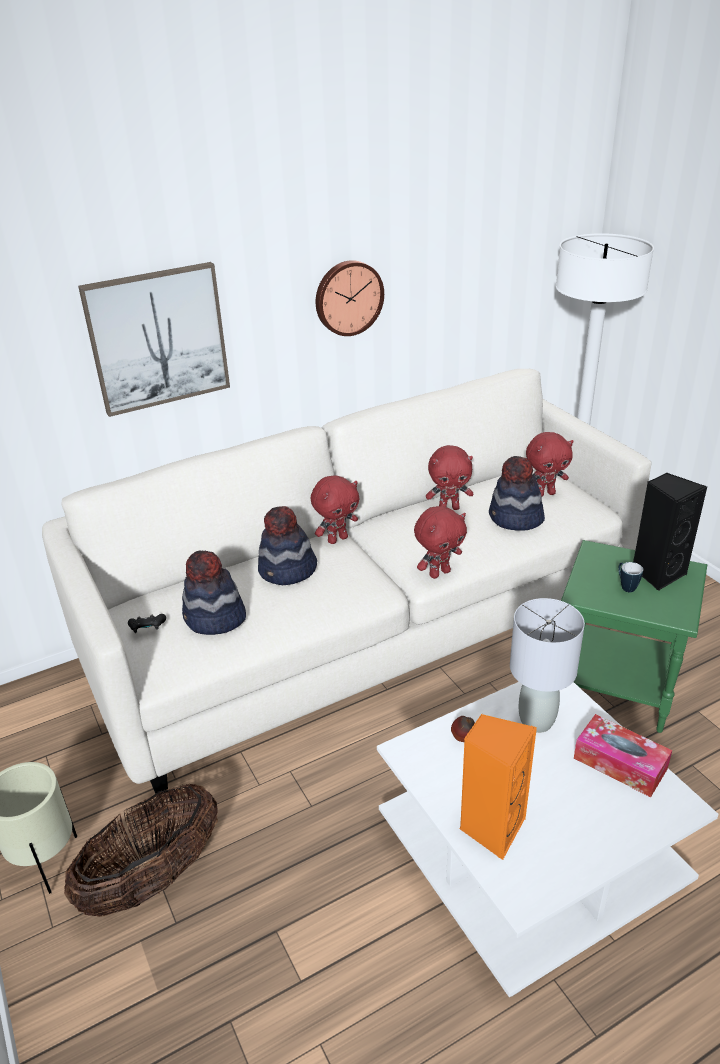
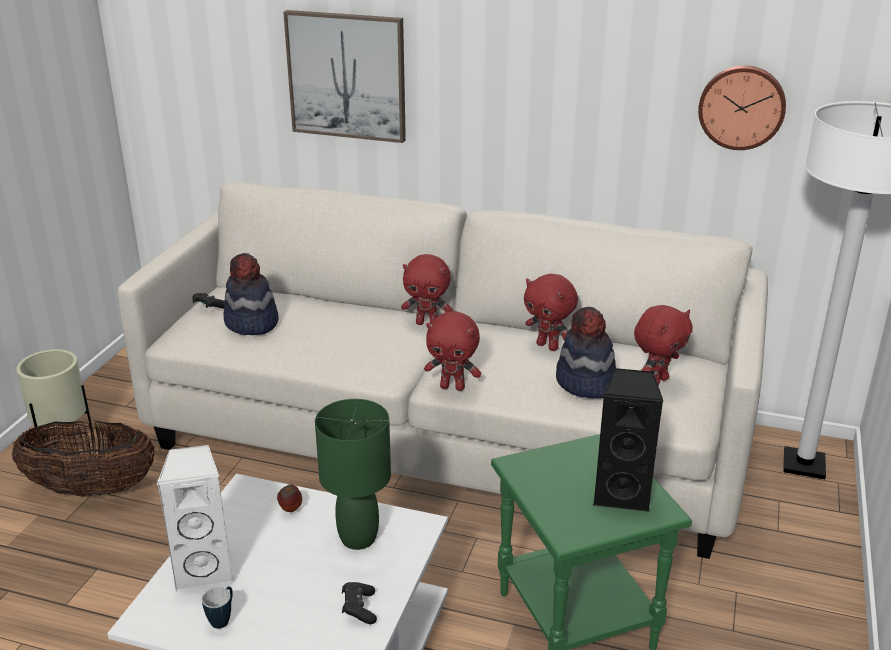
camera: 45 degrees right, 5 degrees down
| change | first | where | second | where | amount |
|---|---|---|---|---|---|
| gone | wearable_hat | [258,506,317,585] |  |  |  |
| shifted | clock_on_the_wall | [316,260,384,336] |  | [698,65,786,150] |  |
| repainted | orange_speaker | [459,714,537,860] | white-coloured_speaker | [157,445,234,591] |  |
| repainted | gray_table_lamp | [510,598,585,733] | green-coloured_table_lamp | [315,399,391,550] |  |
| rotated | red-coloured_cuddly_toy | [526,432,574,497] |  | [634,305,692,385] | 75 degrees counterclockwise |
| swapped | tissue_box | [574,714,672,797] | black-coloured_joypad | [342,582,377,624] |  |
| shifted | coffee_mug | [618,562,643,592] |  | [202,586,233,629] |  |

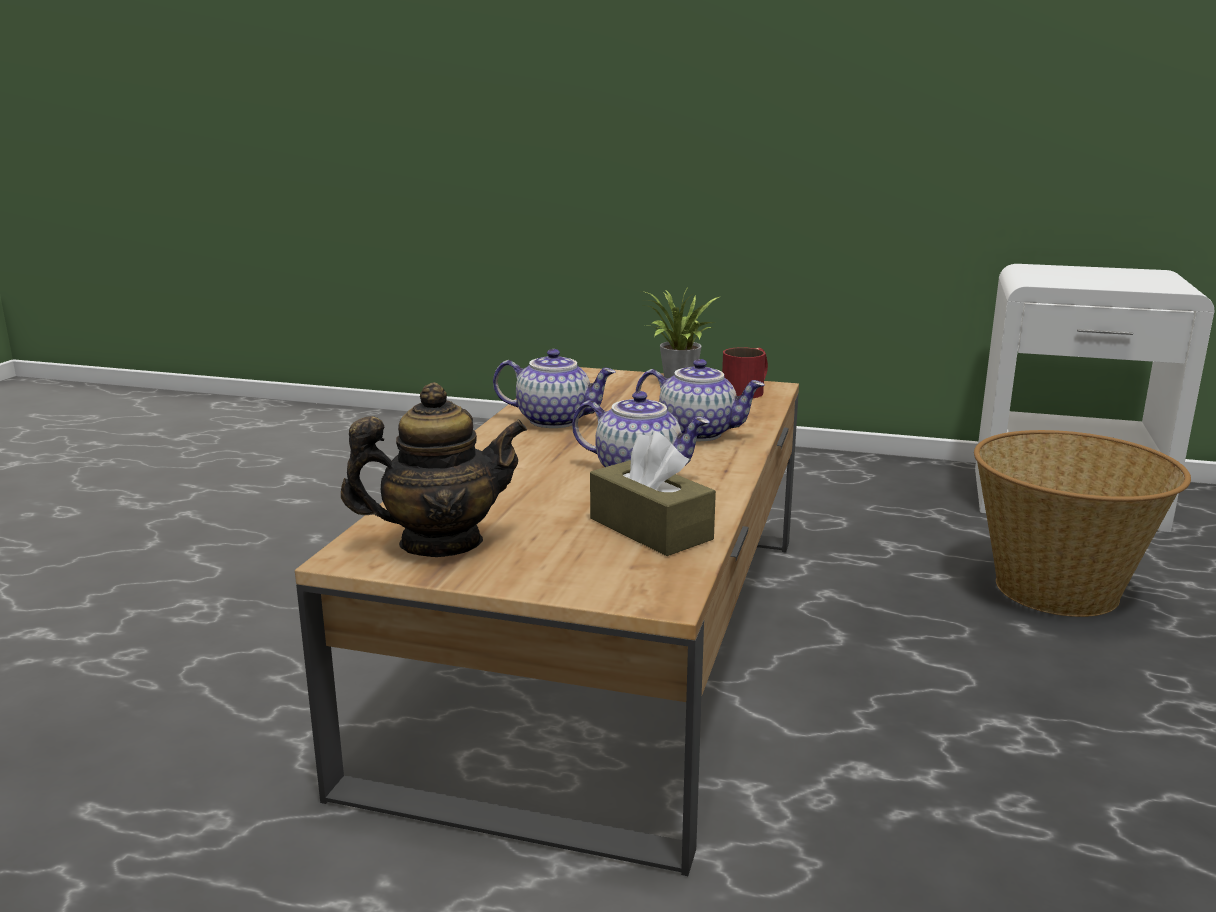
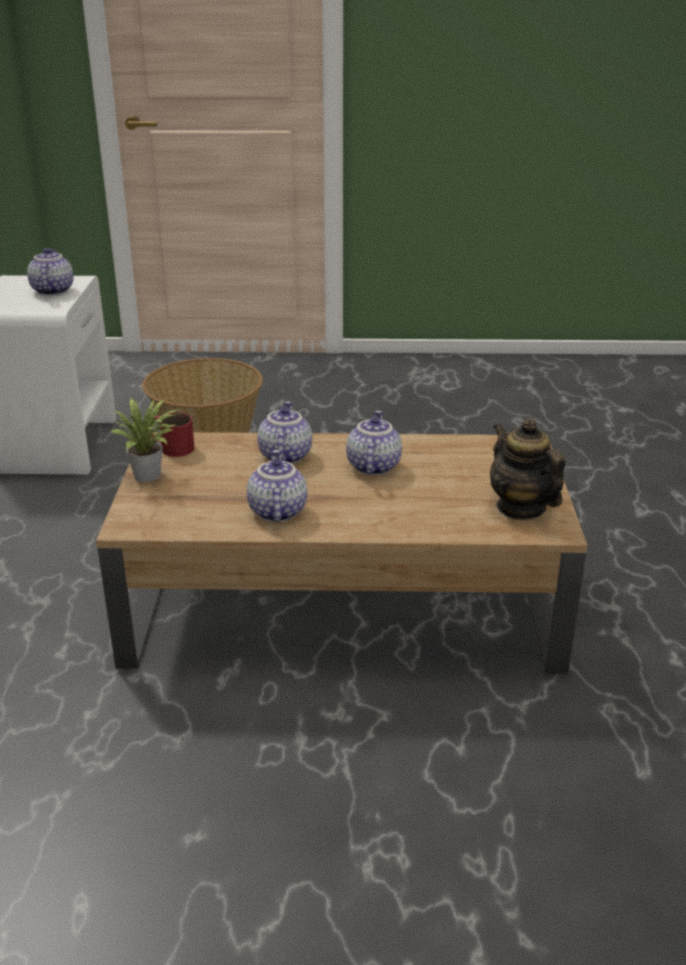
camera: 105 degrees left, 10 degrees up
| change | first | where | second | where | amount |
|---|---|---|---|---|---|
| gone | brownish_tissue_box | [590,431,716,556] |  |  |  |
| new |  |  | tea_pot | [27,248,74,296] |  |

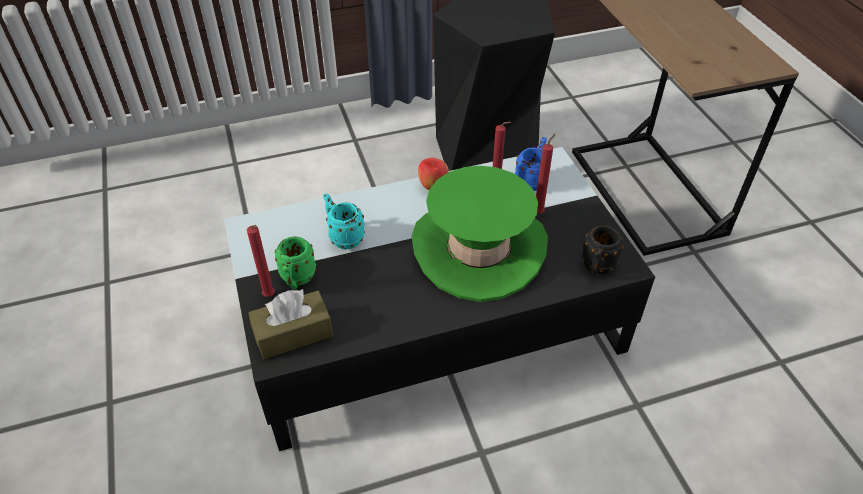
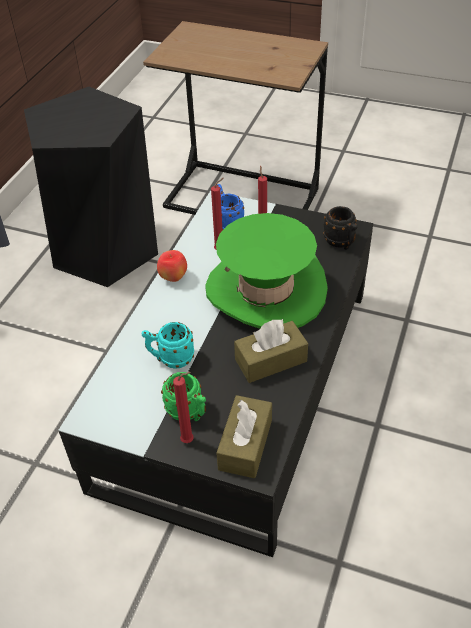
camera: 50 degrees left, 0 degrees up
| change | first | where | second | where | amount |
|---|---|---|---|---|---|
| new |  |  | brownish_tissue_box | [234,319,308,383] |  |

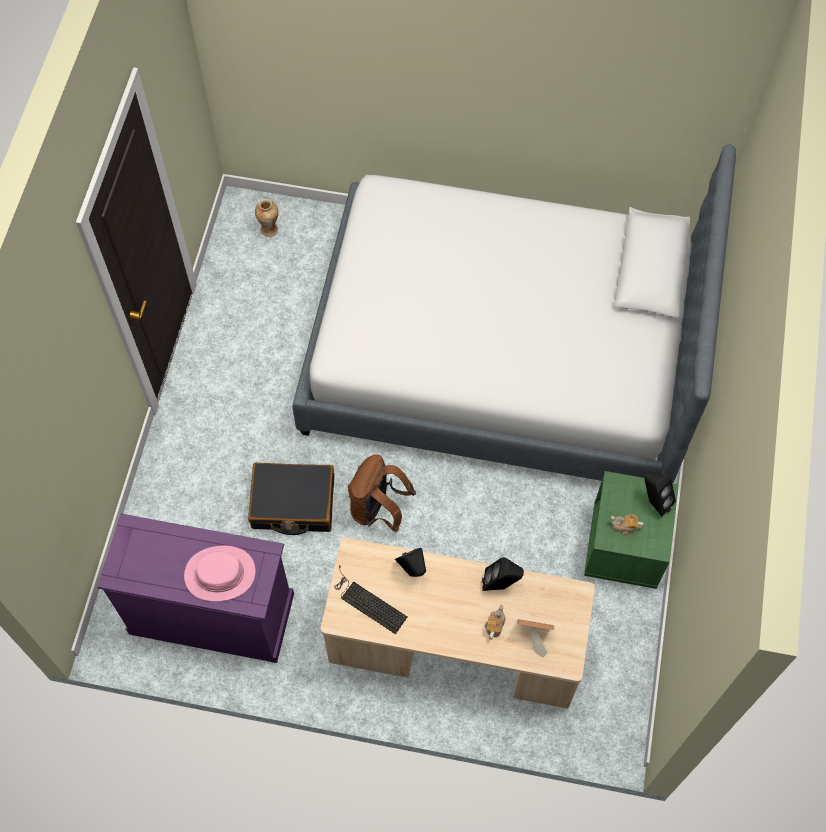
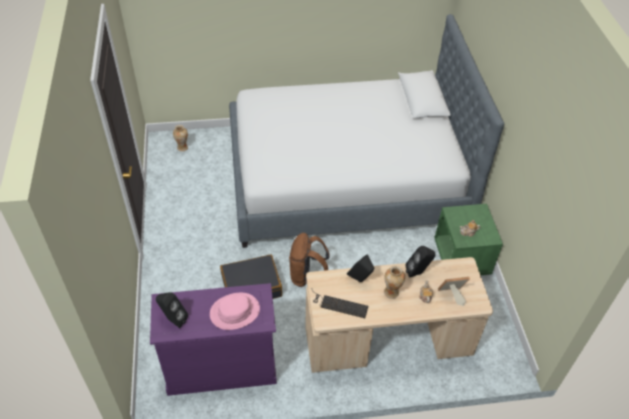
camera: 20 degrees left, 15 degrees down
| change | first | where | second | where | amount |
|---|---|---|---|---|---|
| shifted | black-coloured_speaker | [644,472,676,517] |  | [156,292,188,328] |  |
| new |  |  | vase | [384,265,405,299] |  |

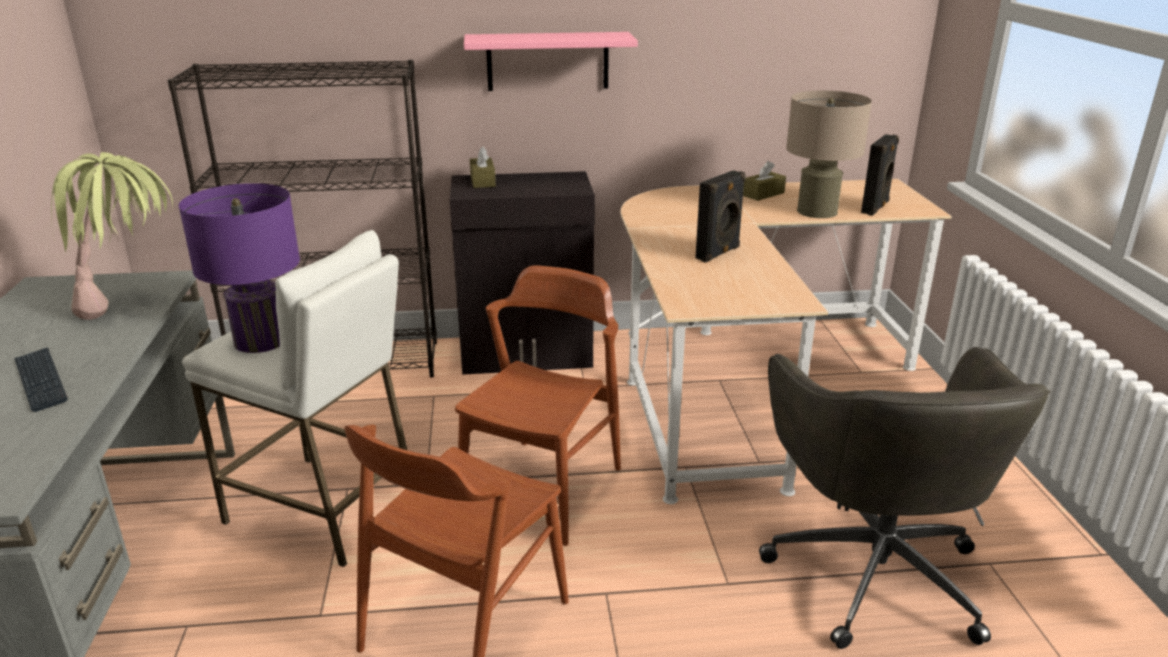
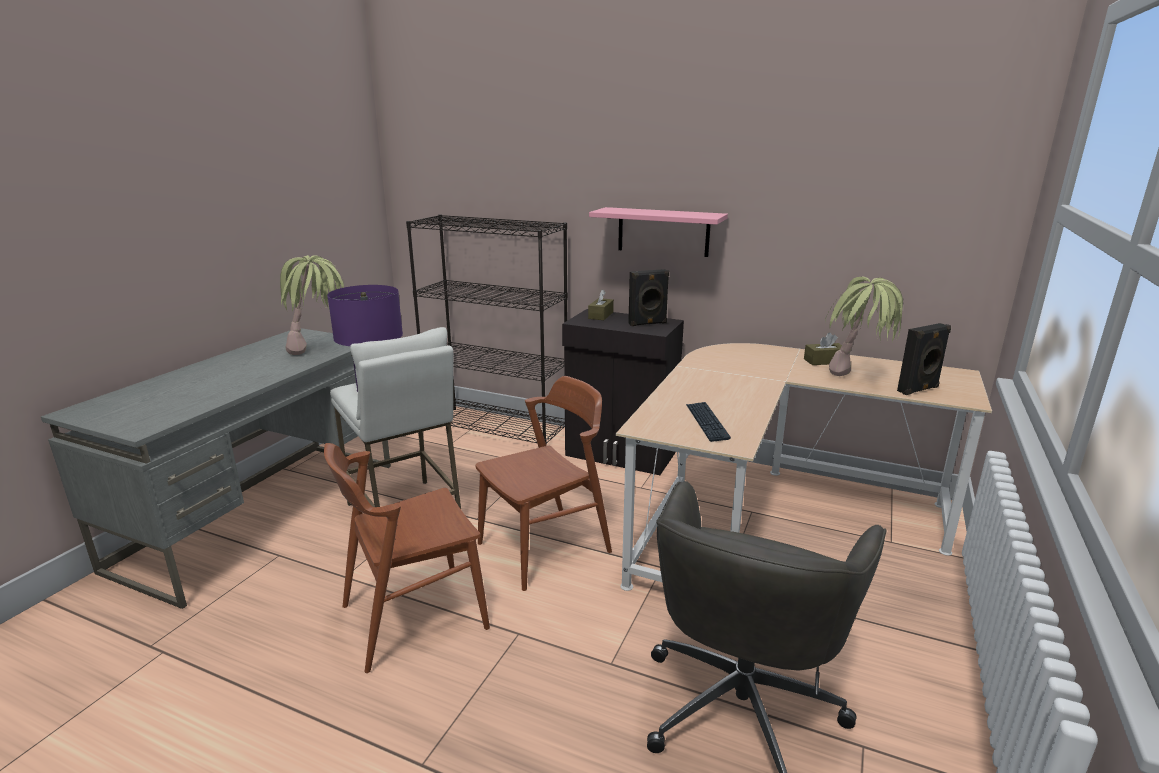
camera: 30 degrees right, 5 degrees down
| change | first | where | second | where | amount |
|---|---|---|---|---|---|
| shifted | computer_keyboard | [14,347,68,412] |  | [686,402,731,442] |  |
| shifted | black-coloured_speaker | [695,170,746,263] |  | [628,269,669,326] |  |
| swapped | beige_table_lamp | [786,91,872,218] | plant_in_a_pot | [826,277,903,376] |  |

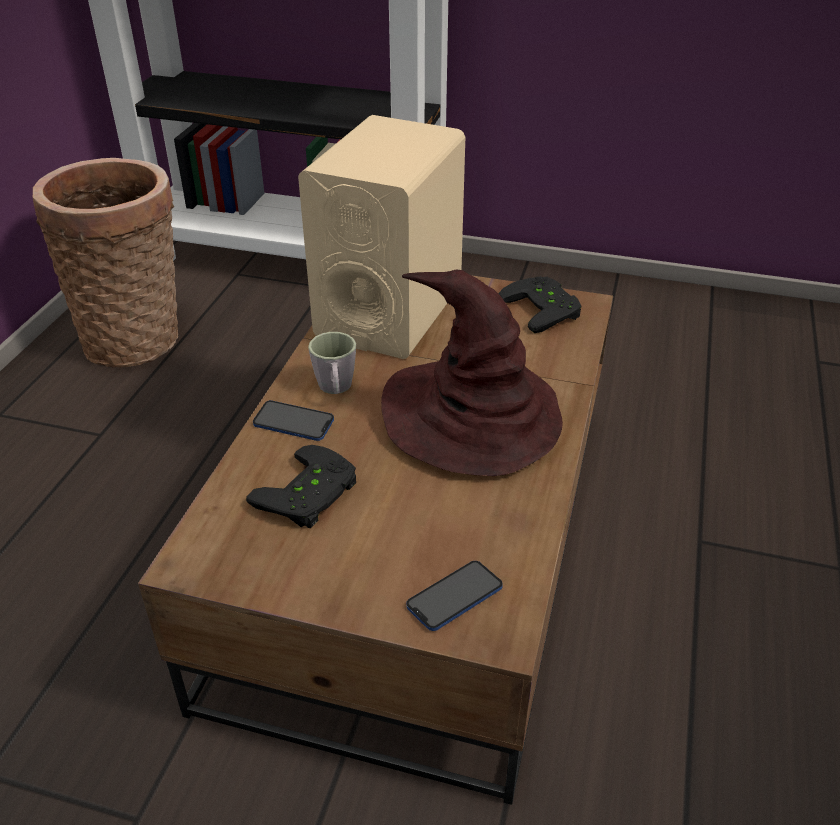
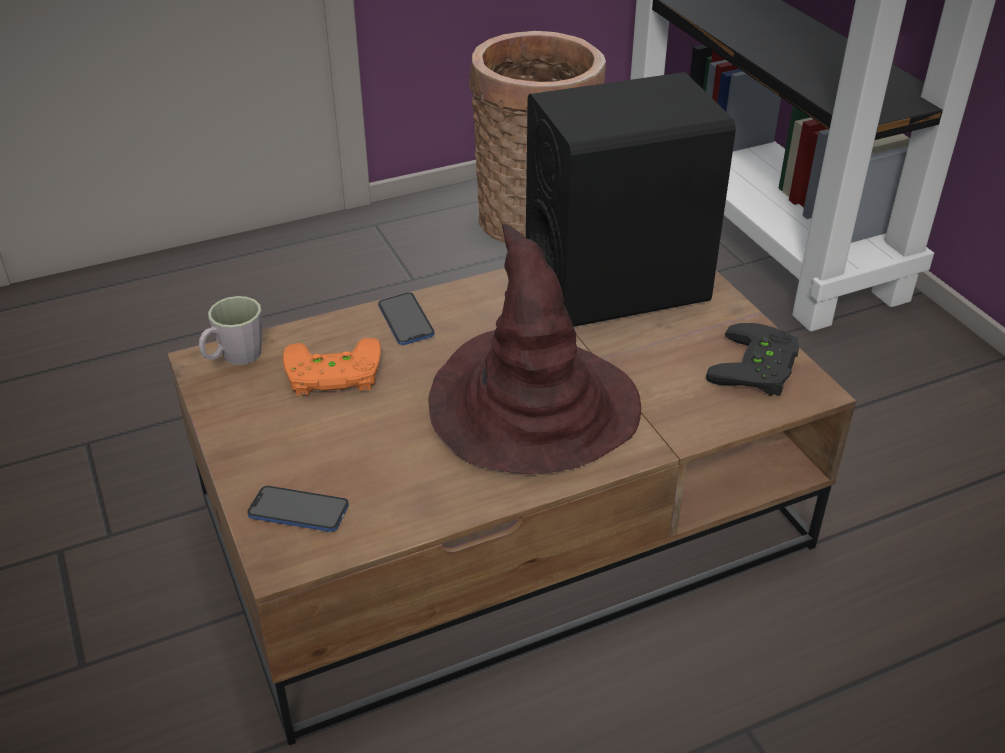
camera: 50 degrees right, 0 degrees up
| change | first | where | second | where | amount |
|---|---|---|---|---|---|
| repainted | black-coloured_joypad | [246,445,356,528] | orange_joypad | [283,338,381,396] |  |
| repainted | beige_speaker | [298,115,465,359] | black-coloured_speaker | [526,72,736,327] |  |
| shifted | gray_coffee_mug | [308,332,356,394] |  | [199,296,262,365] |  |

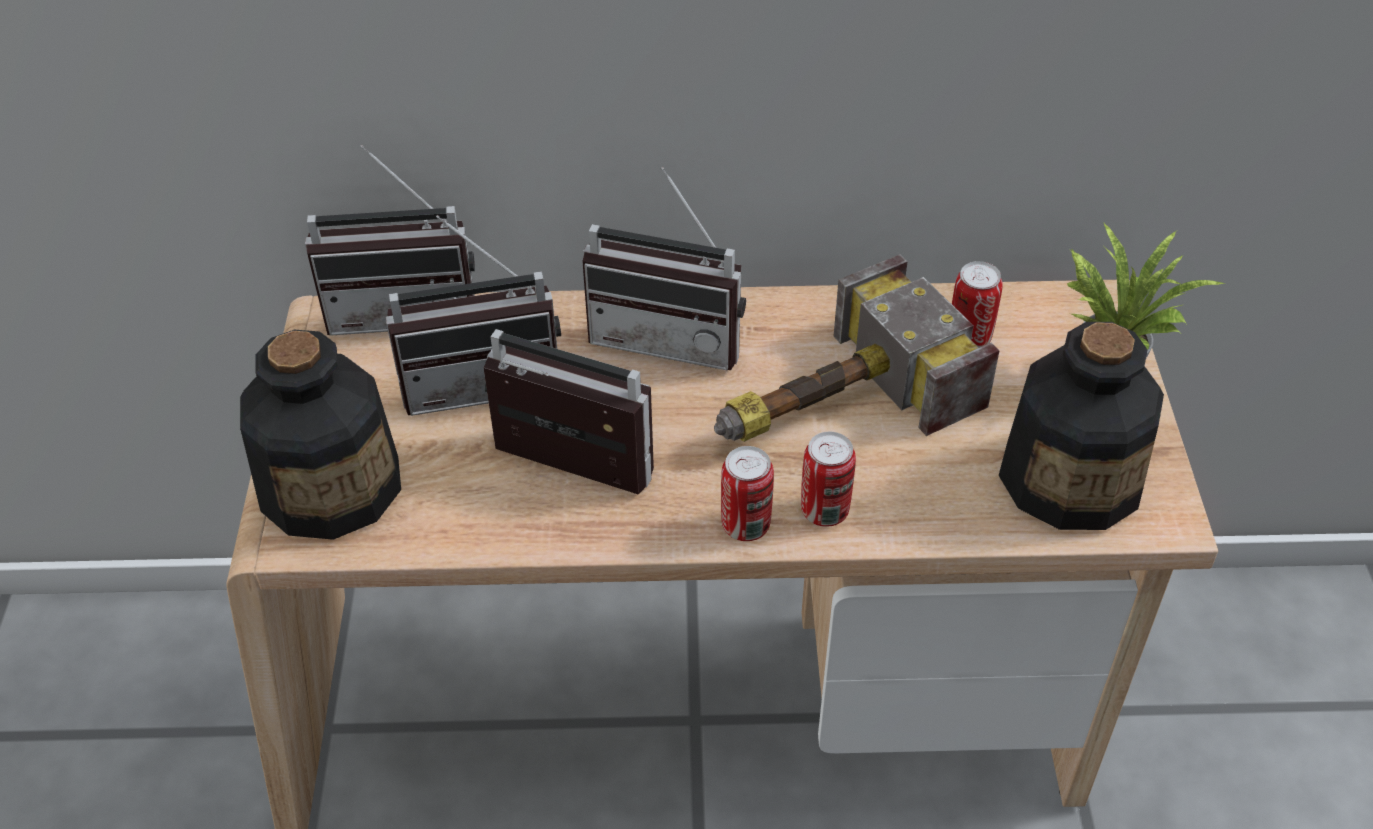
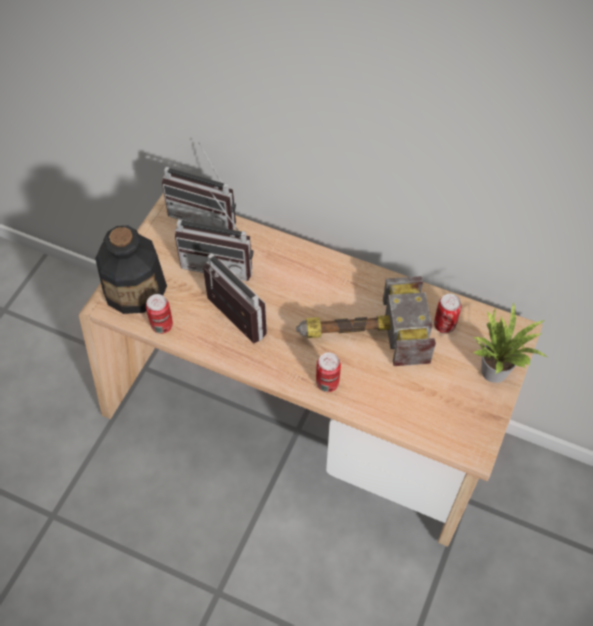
camera: 25 degrees right, 10 degrees up
| change | first | where | second | where | amount |
|---|---|---|---|---|---|
| gone | radio | [583,167,746,370] |  |  |  |
| shifted | metal_can | [721,446,774,541] |  | [146,294,173,334] |  |
| gone | bottle | [999,322,1164,530] |  |  |  |

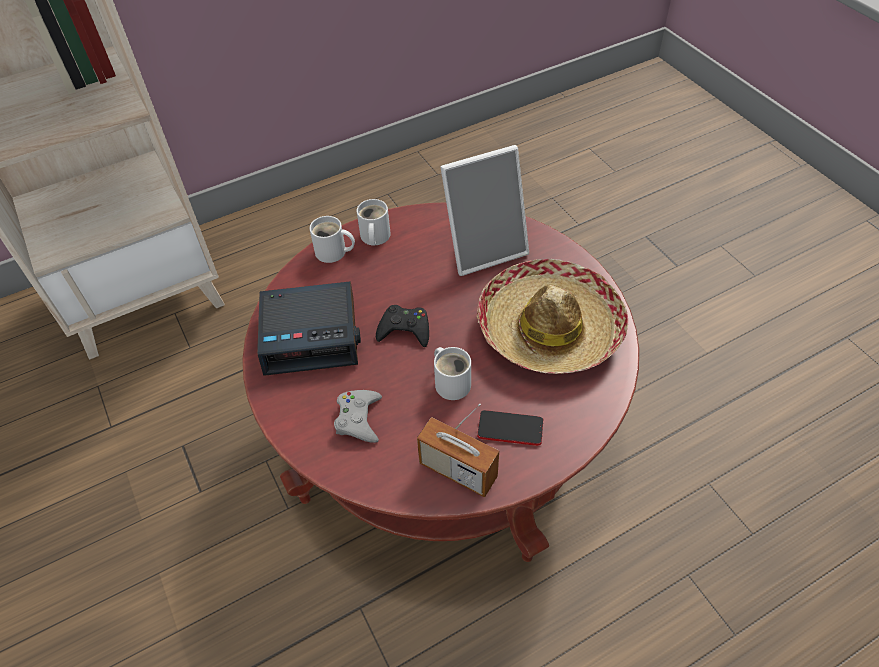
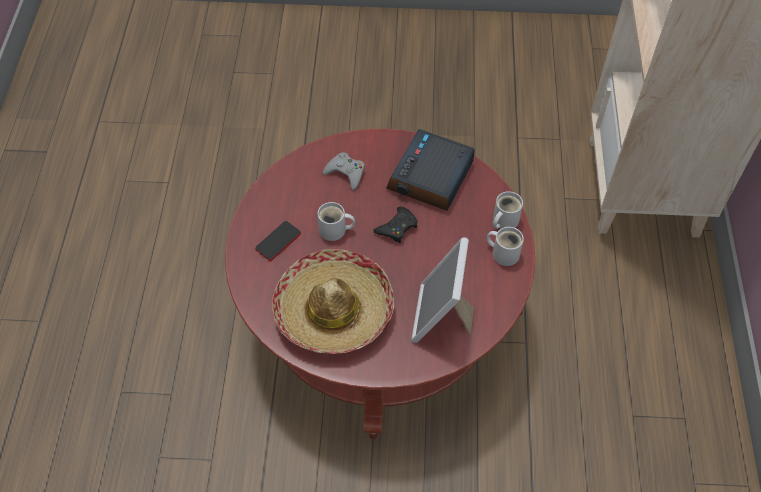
camera: 120 degrees right, 5 degrees up
| change | first | where | second | where | amount |
|---|---|---|---|---|---|
| gone | radio | [417,404,499,497] |  |  |  |

